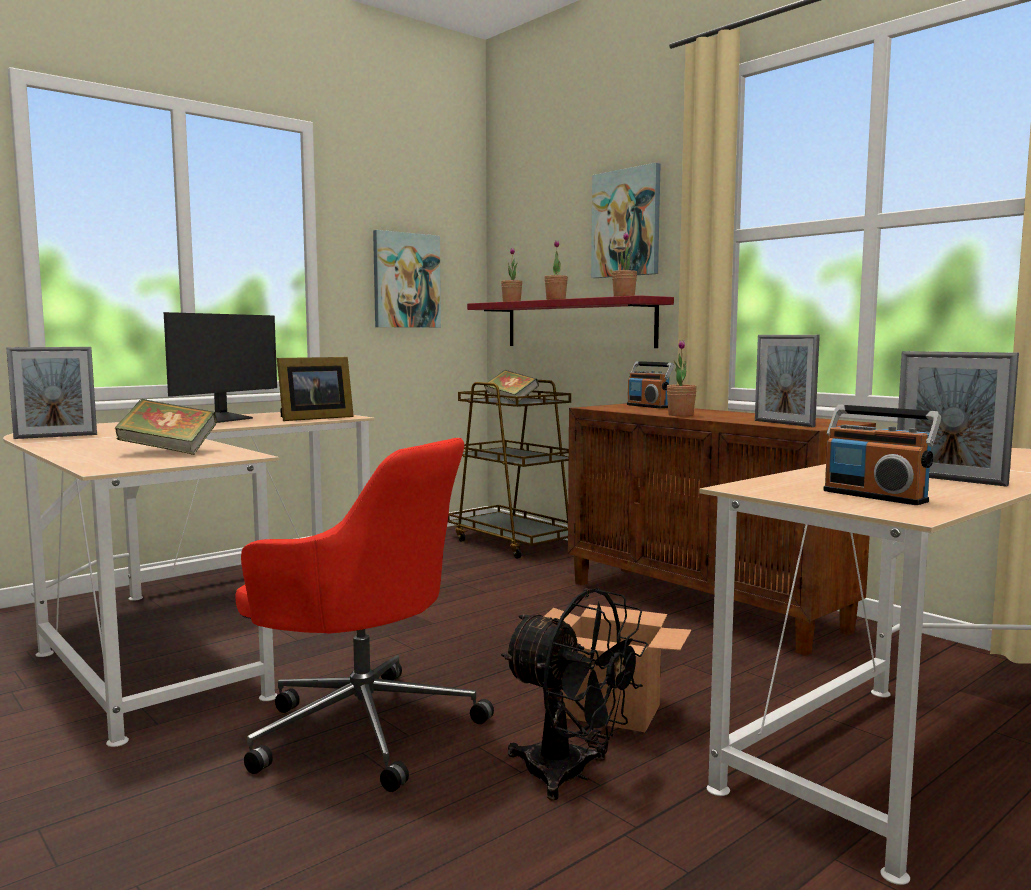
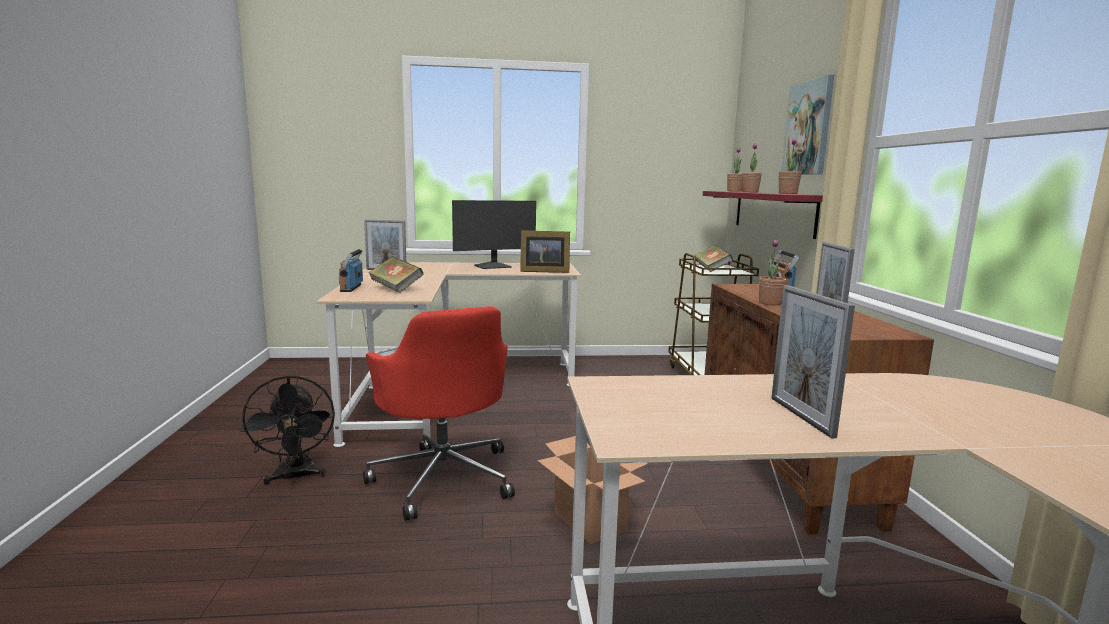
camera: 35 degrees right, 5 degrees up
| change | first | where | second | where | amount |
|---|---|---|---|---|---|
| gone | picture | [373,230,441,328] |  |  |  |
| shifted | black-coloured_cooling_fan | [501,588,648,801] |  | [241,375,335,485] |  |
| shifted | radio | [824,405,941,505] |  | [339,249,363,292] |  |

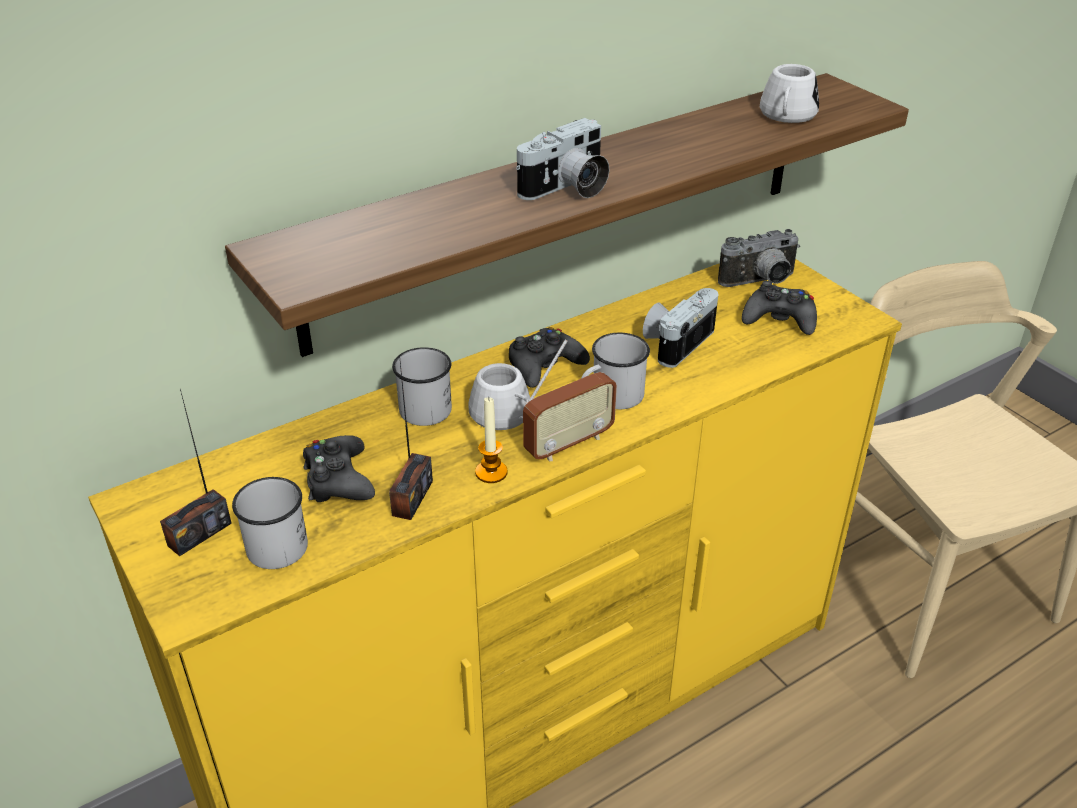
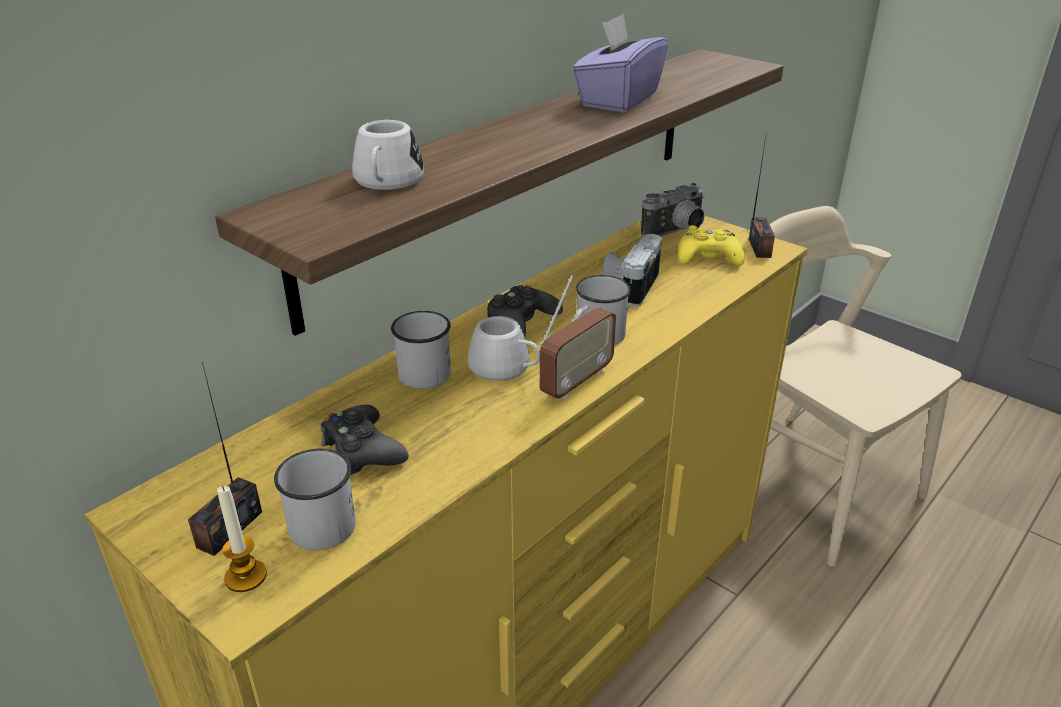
camera: 15 degrees left, 5 degrees down
| change | first | where | second | where | amount |
|---|---|---|---|---|---|
| shifted | radio | [389,355,433,520] |  | [749,132,775,258] |  |
| shifted | wax_light | [475,396,508,483] |  | [217,485,267,592] |  |
| gone | still_camera | [516,118,609,200] |  |  |  |
| repainted | black-coloured_joypad | [742,281,817,335] | yellow_joypad | [678,225,745,266] |  |
| shifted | white-coloured_coffee_mug | [760,64,819,123] |  | [352,120,424,190] |  |
| new |  |  | purple-coloured_tissue_box | [572,14,668,112] |  |

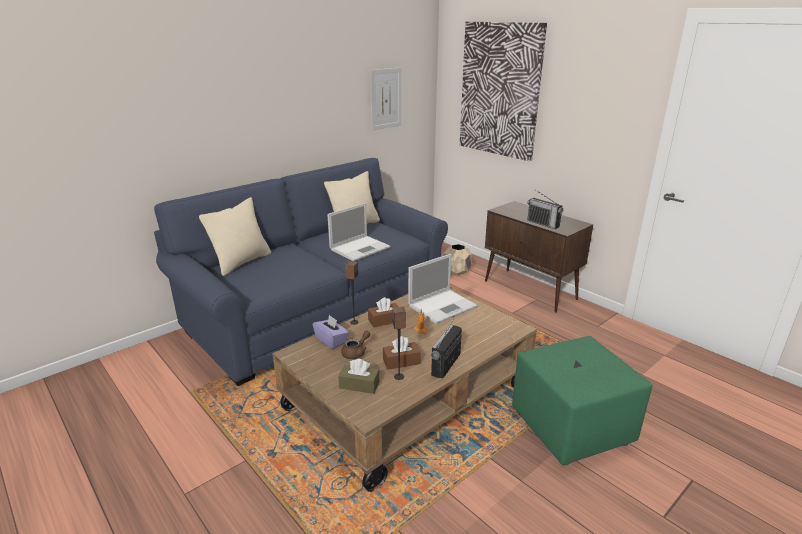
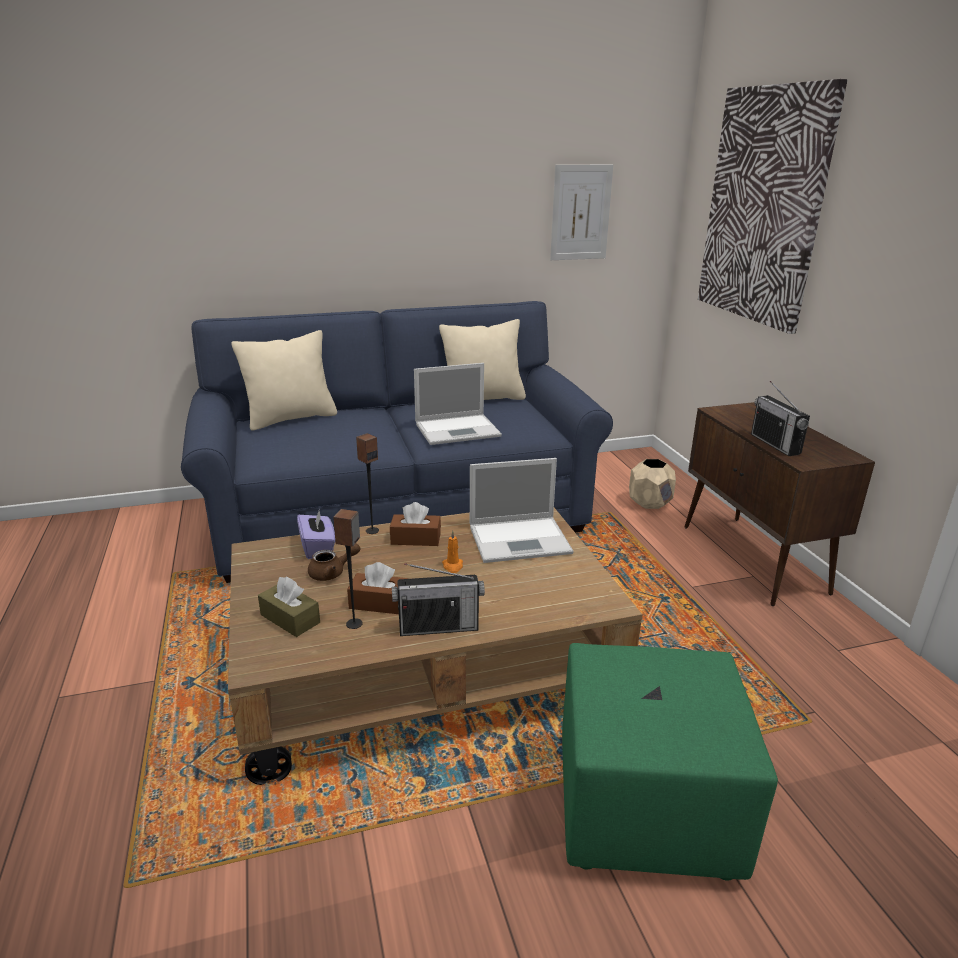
camera: 25 degrees right, 0 degrees up
| change | first | where | second | where | amount |
|---|---|---|---|---|---|
| rotated | radio | [431,316,462,378] |  | [392,563,485,636] | 150 degrees counterclockwise |

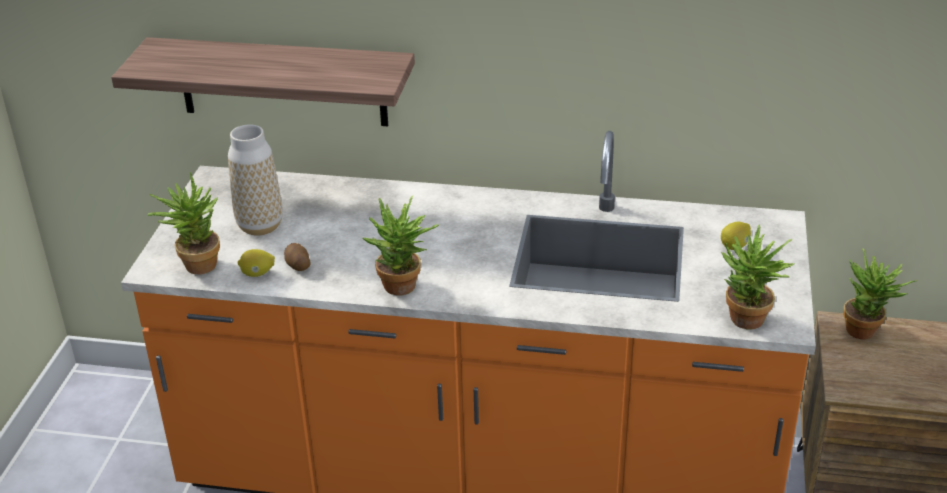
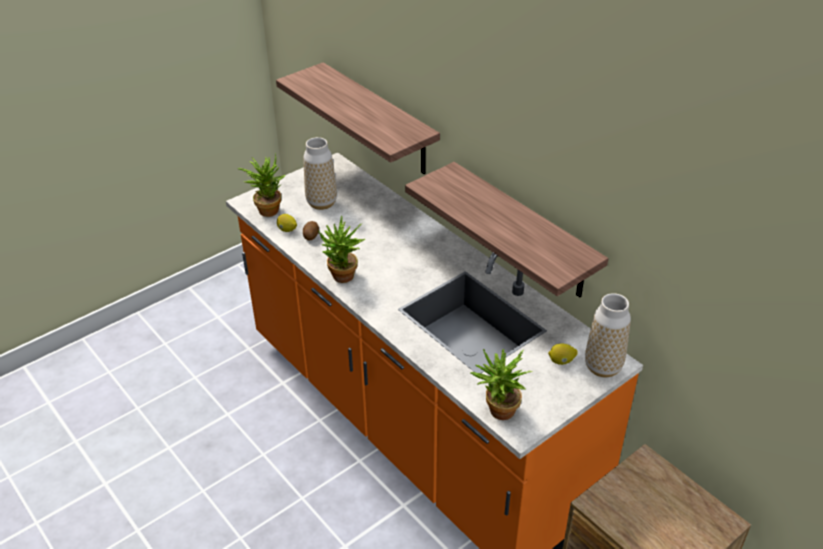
camera: 40 degrees right, 5 degrees up
| change | first | where | second | where | amount |
|---|---|---|---|---|---|
| gone | plant_in_a_pot | [843,248,917,339] |  |  |  |
| new |  |  | shelf | [405,162,608,297] |  |
| new |  |  | vase | [585,293,631,377] |  |

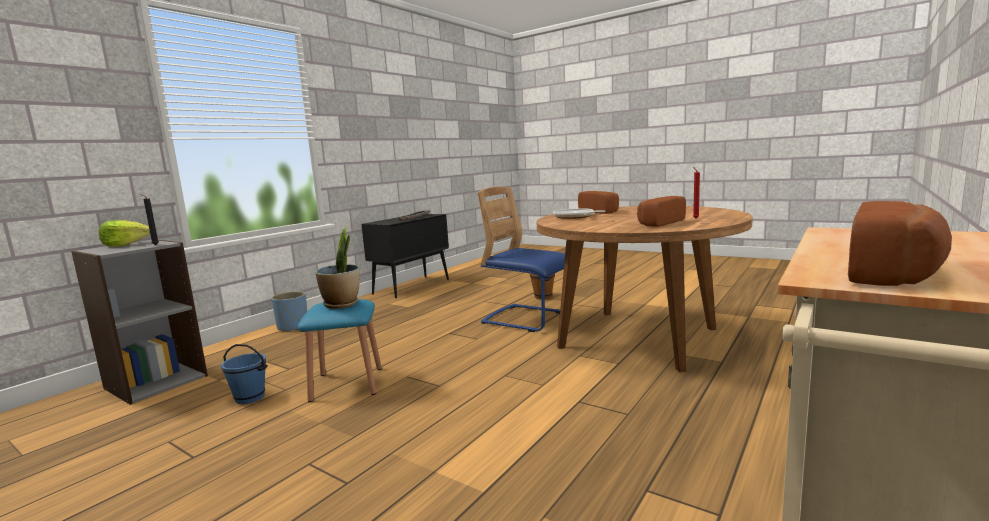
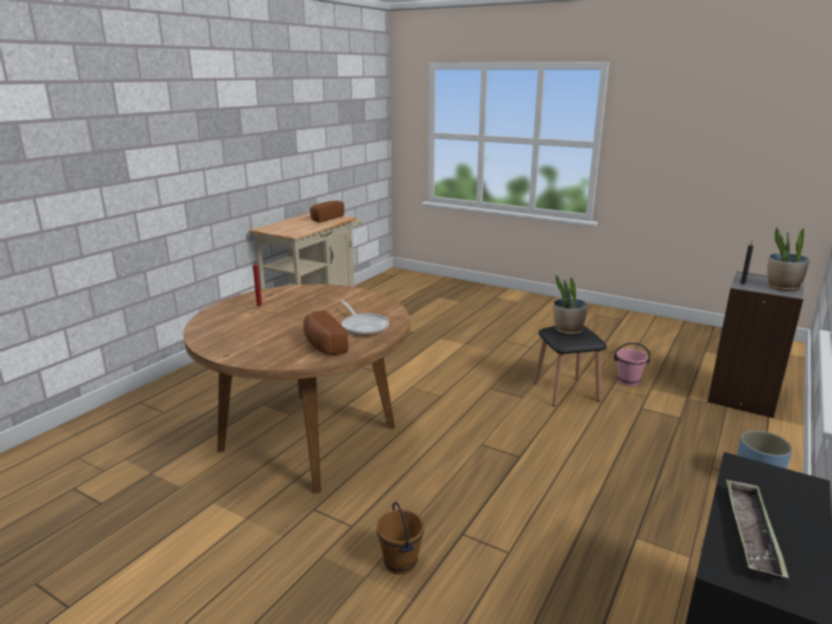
camera: 175 degrees right, 10 degrees up
| change | first | where | second | where | amount |
|---|---|---|---|---|---|
| swapped | lettuce_head | [99,220,150,247] | plant_in_a_pot | [767,227,810,291] |  |
| repainted | blue-coloured_water_bucket | [221,344,268,404] | pinkish_water_bucket | [614,343,650,386] |  |
| repainted | blue-coloured_stool_seat | [298,299,382,402] | black-coloured_stool_seat | [534,326,607,407] |  |
| gone | blue-coloured_plain_chair | [478,187,565,332] |  |  |  |
| gone | bakery_bread | [637,196,686,227] |  |  |  |

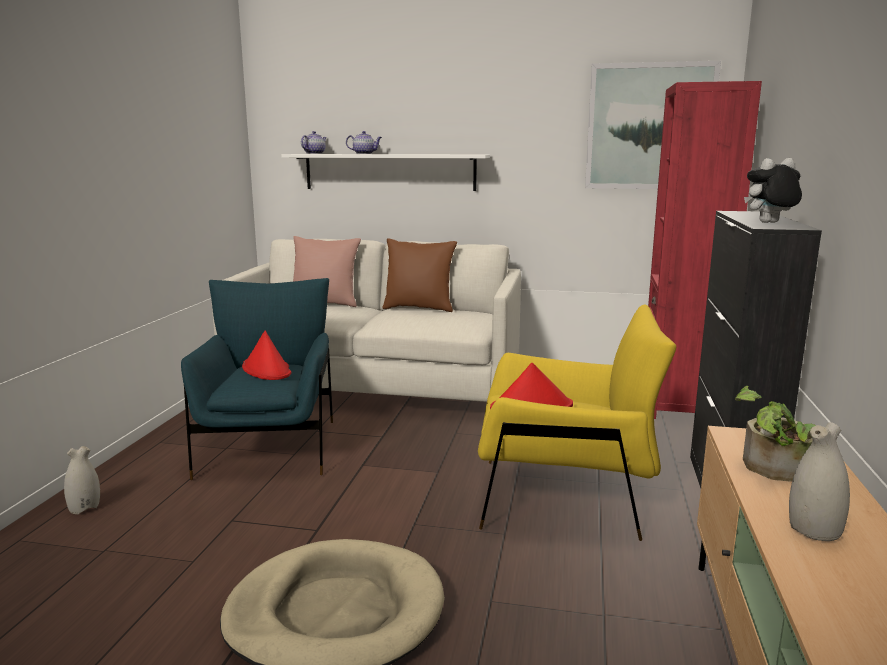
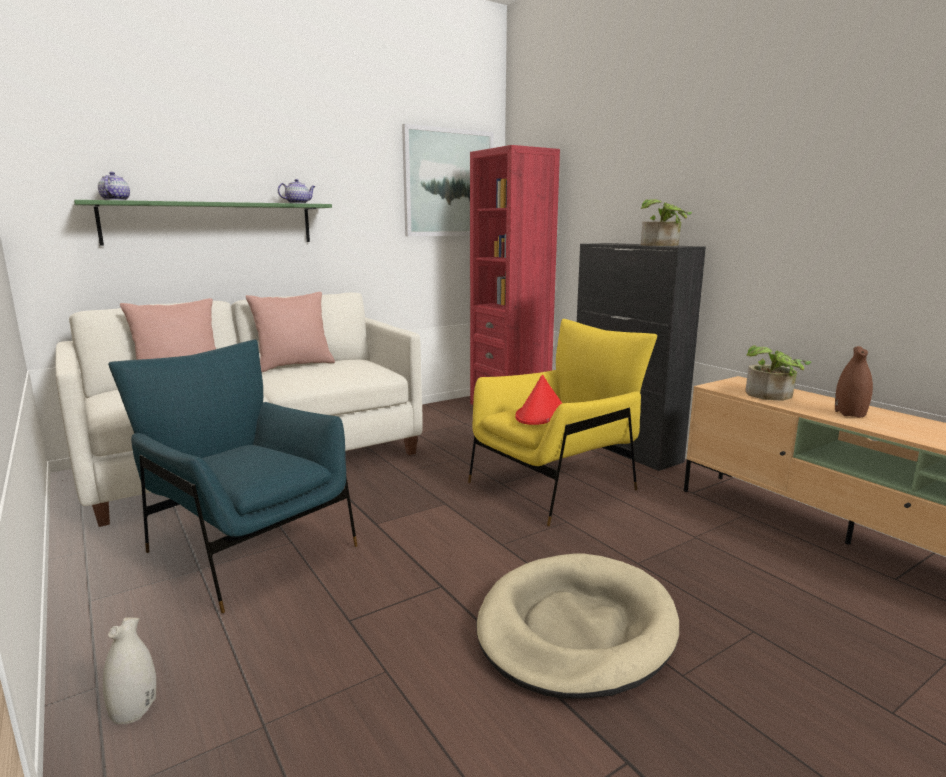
camera: 45 degrees left, 0 degrees up
| change | first | where | second | where | amount |
|---|---|---|---|---|---|
| gone | red-coloured_wearable_hat | [242,331,291,380] |  |  |  |
| repainted | white-coloured_shelf | [281,154,490,191] | green-coloured_shelf | [74,200,332,246] |  |
| shifted | tea_pot | [346,131,382,154] |  | [278,179,316,204] |  |
| repainted | brownish_throw_pillow | [382,238,457,312] | pinkish_throw_pillow | [246,292,335,372] |  |
| swapped | cuddly_toy | [744,158,802,223] | plant_in_a_pot | [641,199,692,246] |  |
| repainted | white-coloured_vase | [789,422,850,541] | brownish_vase | [835,346,873,418] |  |

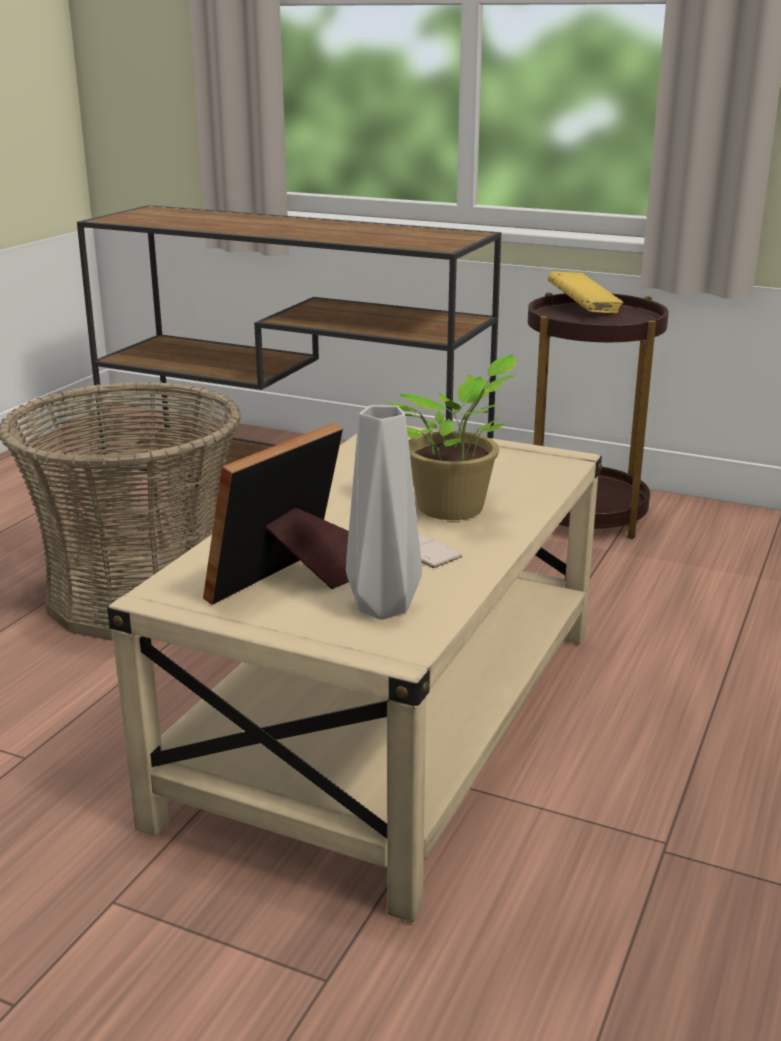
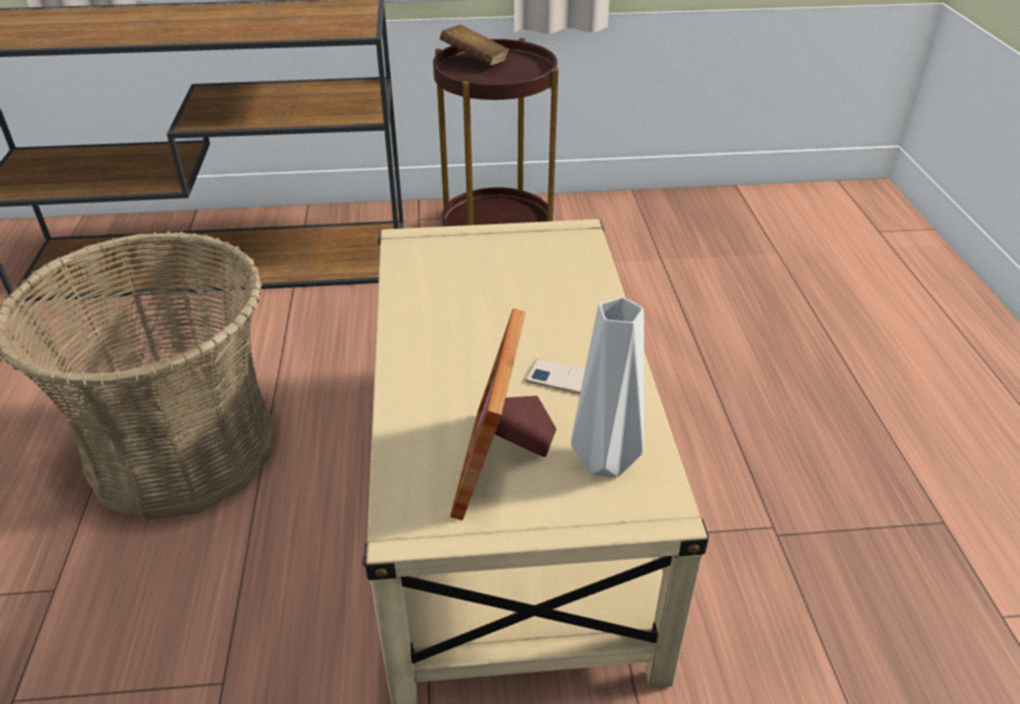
camera: 30 degrees left, 15 degrees up
| change | first | where | second | where | amount |
|---|---|---|---|---|---|
| gone | plant_in_a_pot | [386,354,516,520] |  |  |  |
| repainted | yellow_bound_book | [547,271,623,313] | brownish_bound_book | [440,25,509,66] |  |

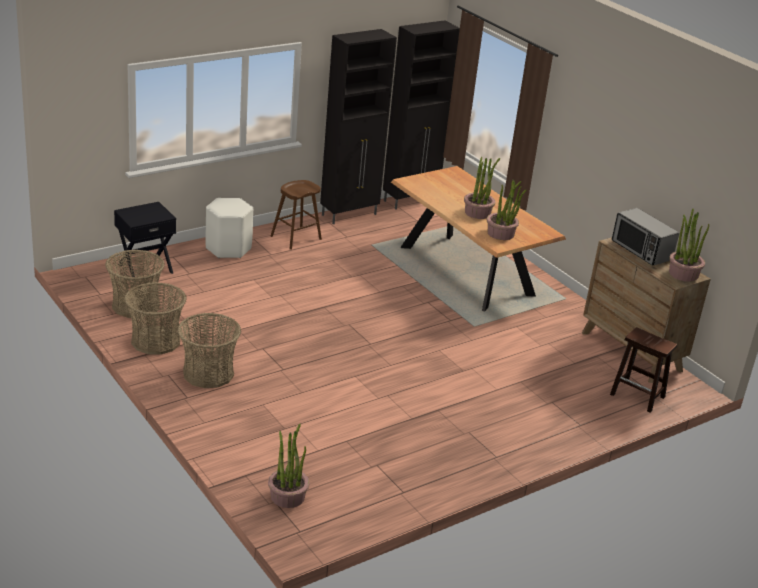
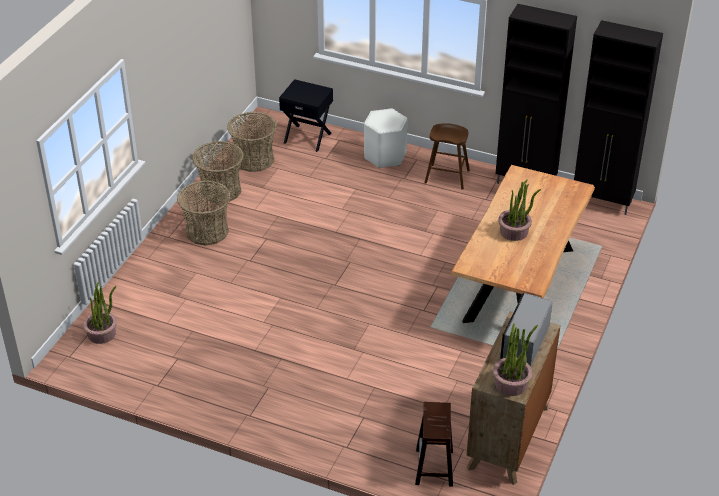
camera: 60 degrees right, 10 degrees up
| change | first | where | second | where | amount |
|---|---|---|---|---|---|
| gone | plant_in_a_pot | [487,179,527,240] |  |  |  |

